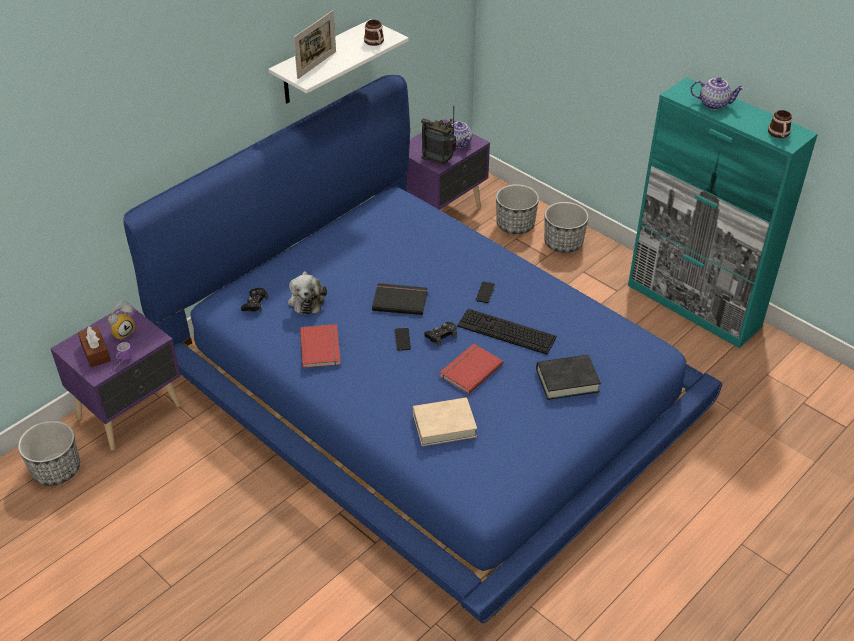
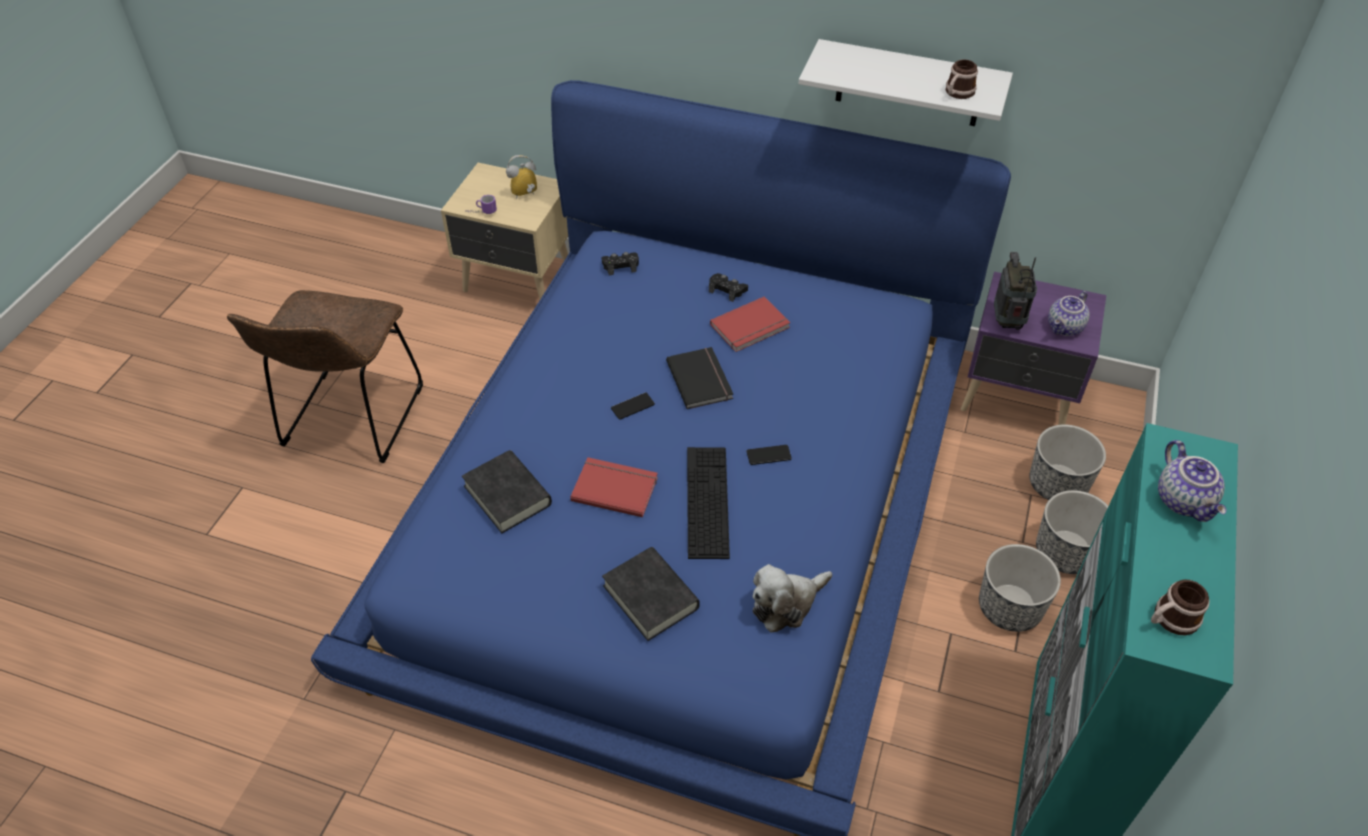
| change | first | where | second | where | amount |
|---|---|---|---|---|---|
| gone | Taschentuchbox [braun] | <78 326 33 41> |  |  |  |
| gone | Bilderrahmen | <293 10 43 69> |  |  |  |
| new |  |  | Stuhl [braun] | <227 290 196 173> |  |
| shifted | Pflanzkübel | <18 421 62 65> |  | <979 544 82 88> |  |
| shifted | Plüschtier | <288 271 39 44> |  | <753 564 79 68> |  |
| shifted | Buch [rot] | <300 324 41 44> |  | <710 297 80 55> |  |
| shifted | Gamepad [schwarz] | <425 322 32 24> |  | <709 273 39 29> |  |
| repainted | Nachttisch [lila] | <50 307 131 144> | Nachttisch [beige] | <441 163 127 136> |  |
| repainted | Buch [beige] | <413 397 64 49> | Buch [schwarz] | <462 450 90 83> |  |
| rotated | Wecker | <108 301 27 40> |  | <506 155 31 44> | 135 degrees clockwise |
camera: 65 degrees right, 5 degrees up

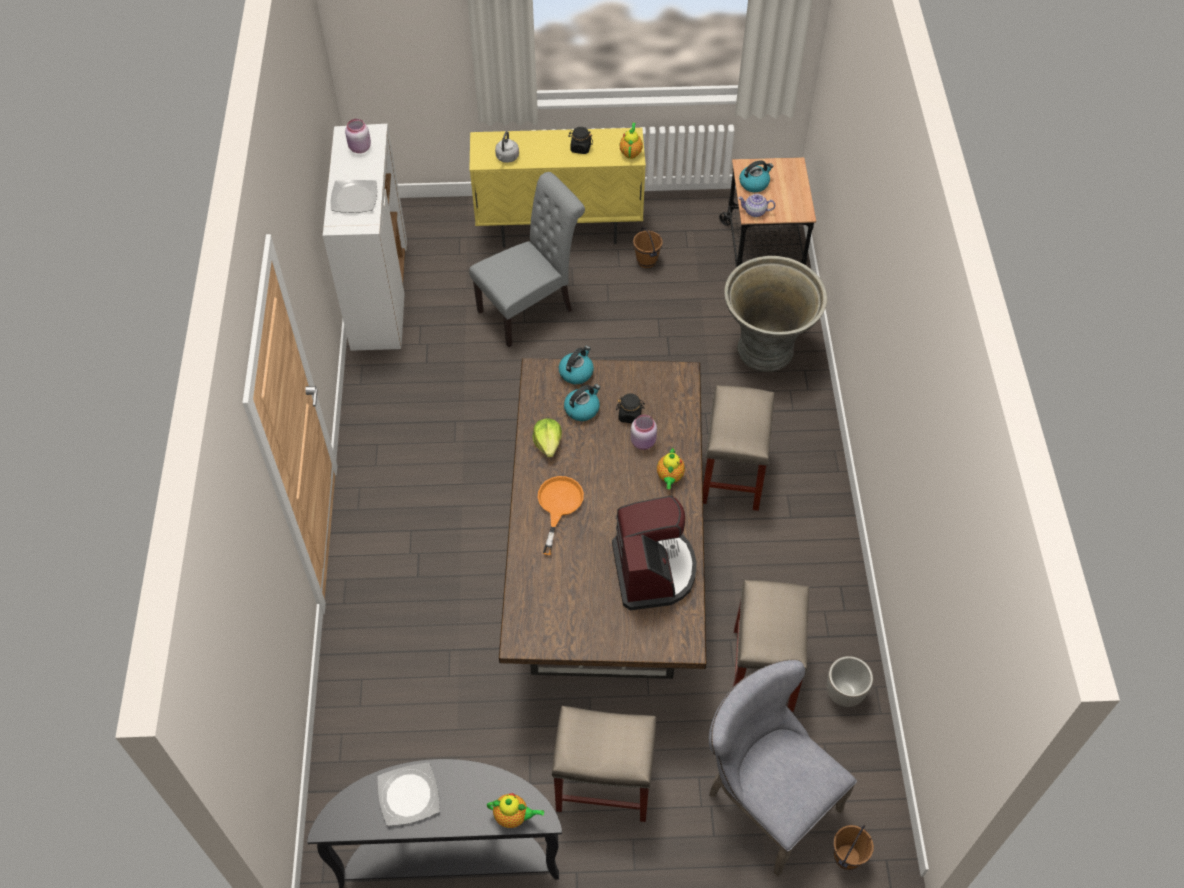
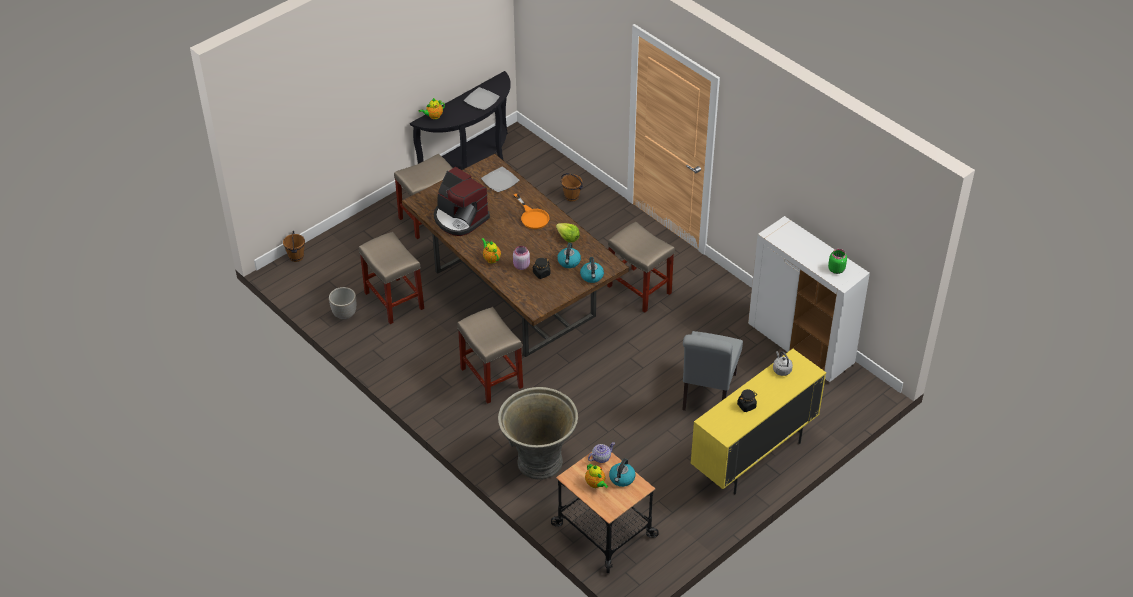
| change | first | where | second | where | amount |
|---|---|---|---|---|---|
| gone | Stuhl [grau] | <709 659 148 218> |  |  |  |
| new |  |  | Hocker [beige] | <607 221 68 92> |  |
| shifted | Teller | <331 180 46 33> |  | <481 167 38 25> |  |
| shifted | Teekanne | <620 123 23 36> |  | <585 464 23 24> |  |
| shifted | Eimer [braun] | <633 227 30 41> |  | <560 173 23 28> |  |
| repainted | Vorratsglas [rosa] | <345 119 26 34> | Vorratsglas [grün] | <828 249 19 25> |  |
camera: 140 degrees right, 10 degrees down

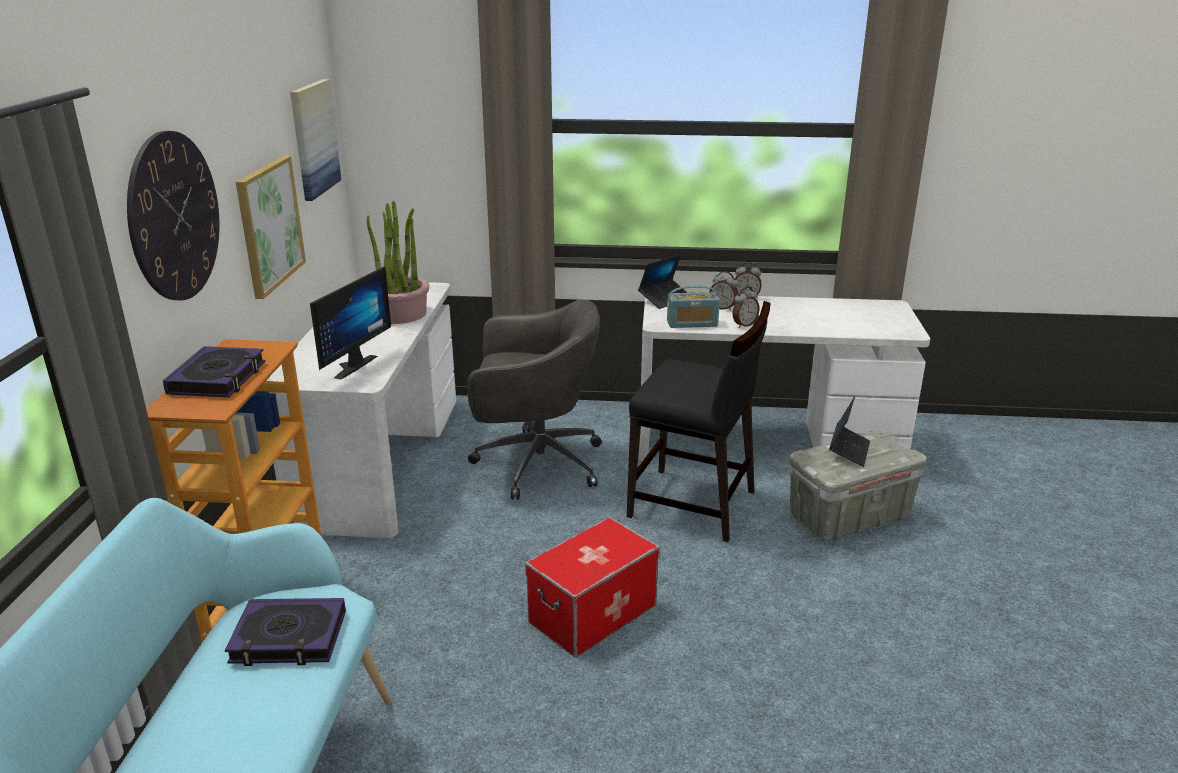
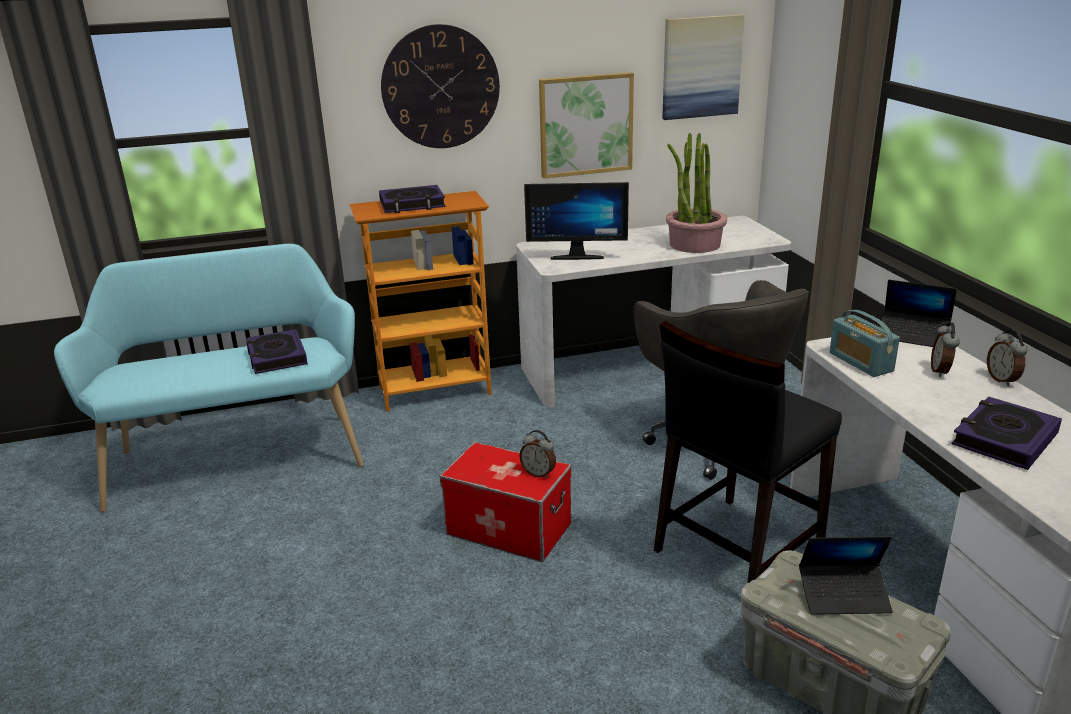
| change | first | where | second | where | amount |
|---|---|---|---|---|---|
| new |  |  | Buch | <951 397 111 73> |  |
| shifted | Wecker | <732 287 28 41> |  | <519 430 37 48> |  |
| rotated | Stuhl [schwarz] | <627 301 144 241> |  | <654 321 188 262> | 45 degrees clockwise |
camera: 70 degrees right, 0 degrees up

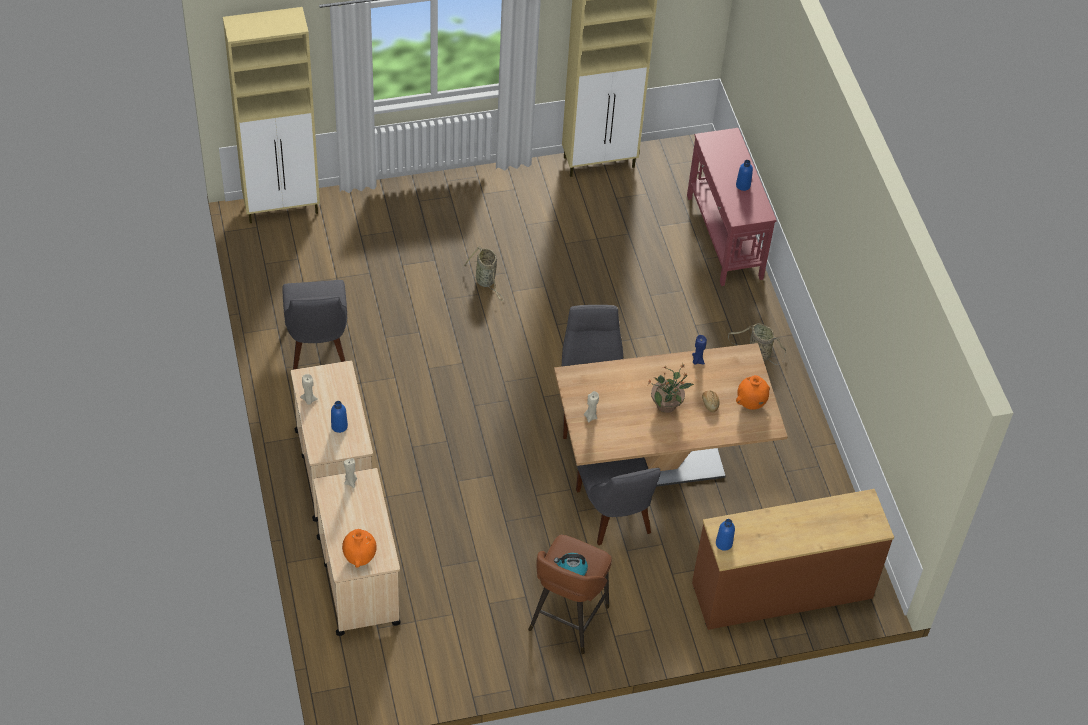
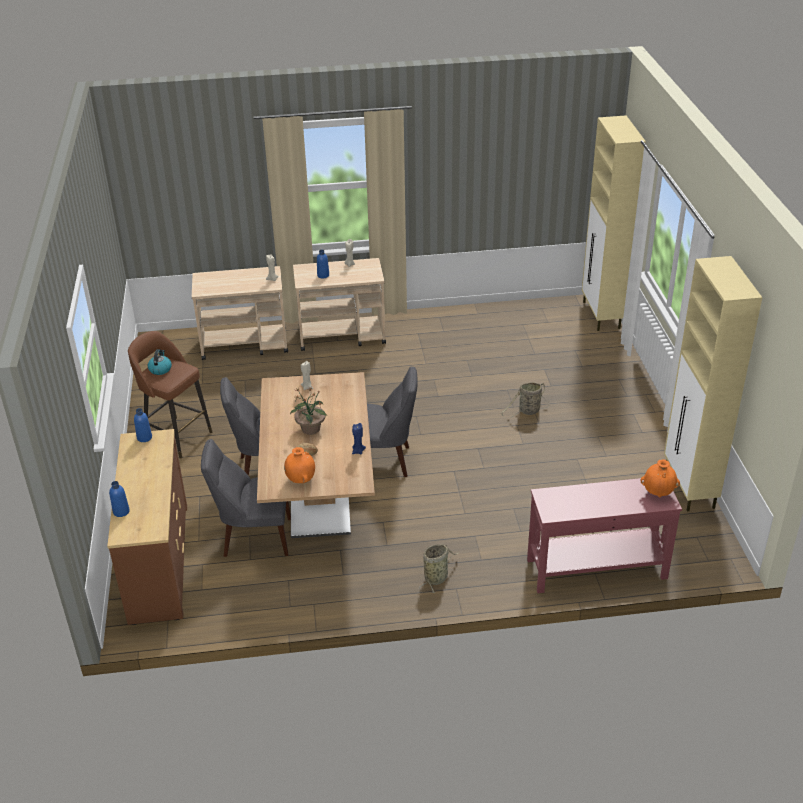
| change | first | where | second | where | amount |
|---|---|---|---|---|---|
| shifted | Stuhl [grau] | <282 280 65 90> |  | <201 439 90 118> |  |
| shifted | Vase [orange] | <342 529 35 39> |  | <641 459 39 38> |  |
| shifted | Flasche [blau] | <736 160 17 31> |  | <109 481 21 36> |  |
camera: 100 degrees right, 15 degrees down

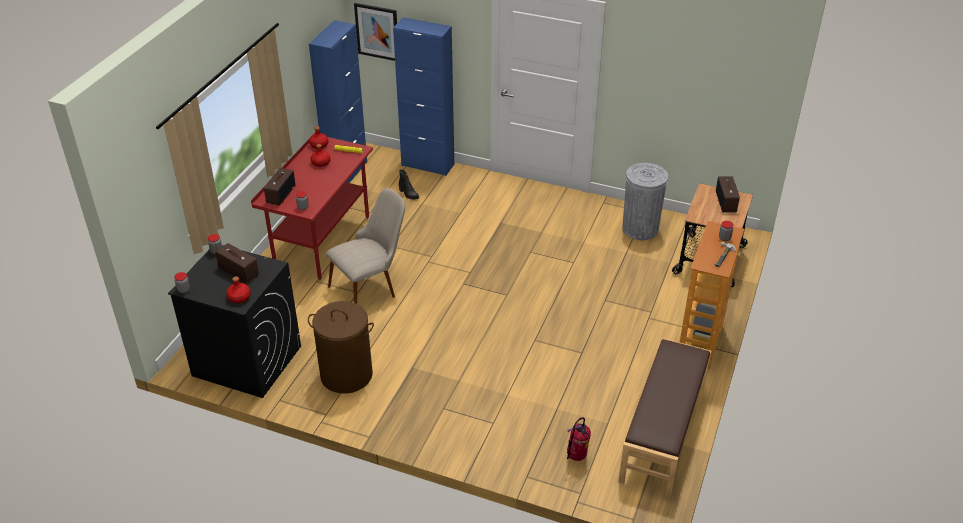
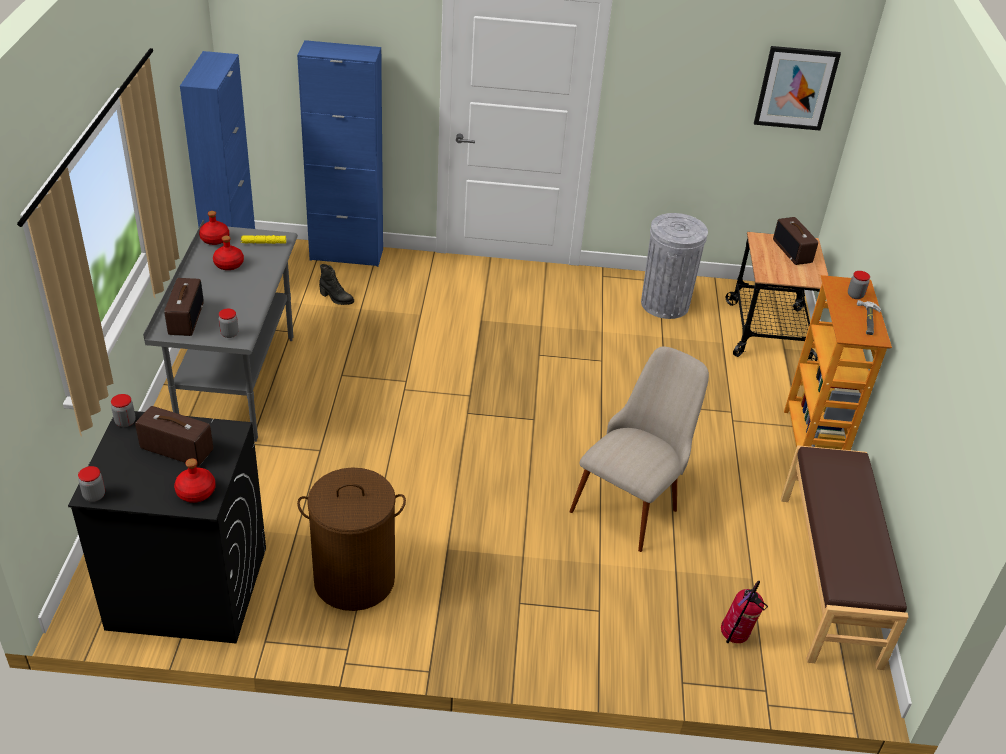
| change | first | where | second | where | amount |
|---|---|---|---|---|---|
| shifted | Stuhl [beige] | <326 188 79 116> |  | <569 346 140 206> |  |
| shifted | Bild | <354 3 43 58> |  | <754 46 87 85> |  |
| repainted | Schreibtisch [rot] | <251 132 122 149> | Schreibtisch [grau] | <143 219 155 223> |  |
camera: 20 degrees left, 0 degrees up

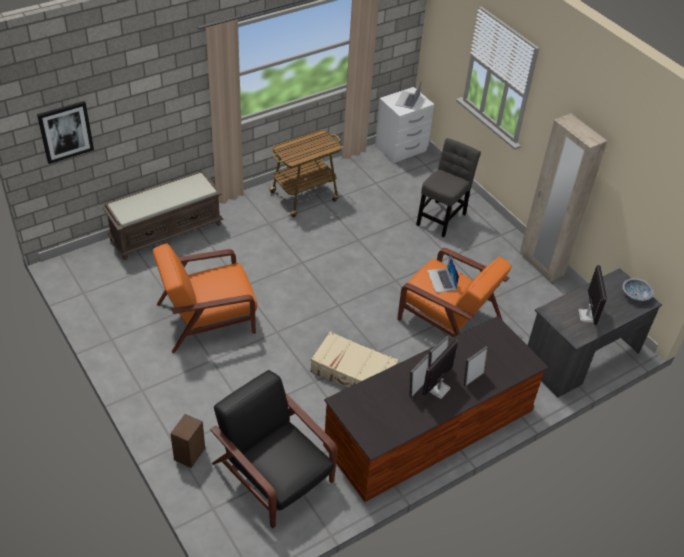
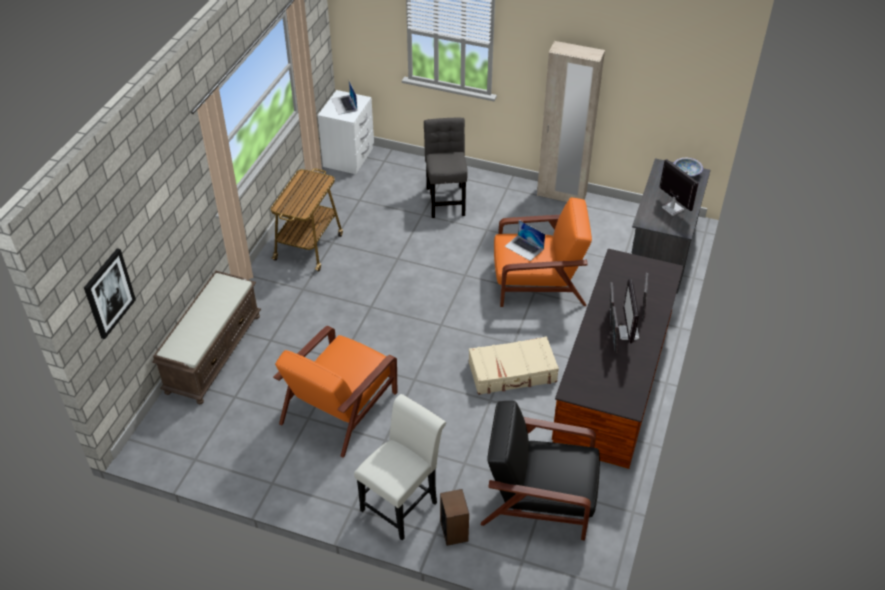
| change | first | where | second | where | amount |
|---|---|---|---|---|---|
| new |  |  | Stuhl [weiß] | <354 394 92 146> |  |
camera: 35 degrees left, 0 degrees up

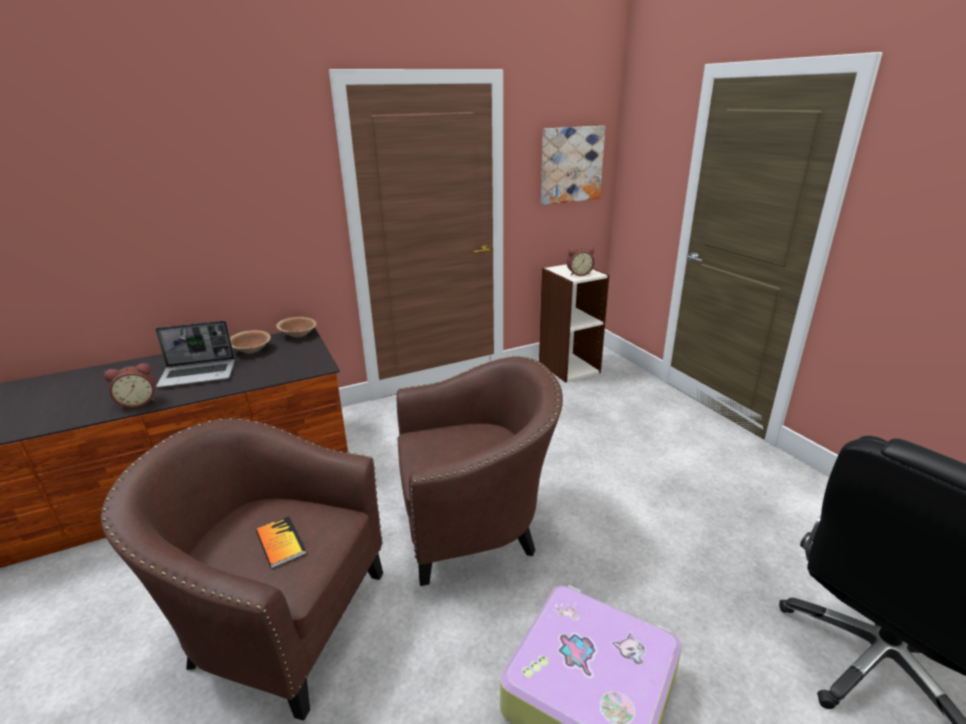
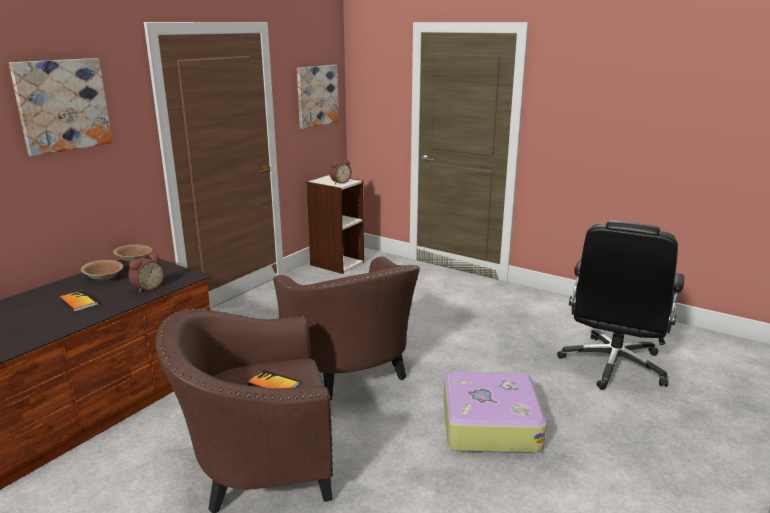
| change | first | where | second | where | amount |
|---|---|---|---|---|---|
| new |  |  | Bild | <9 58 104 99> |  |
| shifted | Wecker | <104 363 52 45> |  | <128 252 36 41> |  |
| swapped | Laptop | <155 321 80 67> | Buch | <59 290 39 22> |  |
| rotated | Sessel [braun] | <396 356 167 230> |  | <273 256 147 144> | 105 degrees clockwise |
camera: 30 degrees left, 5 degrees down

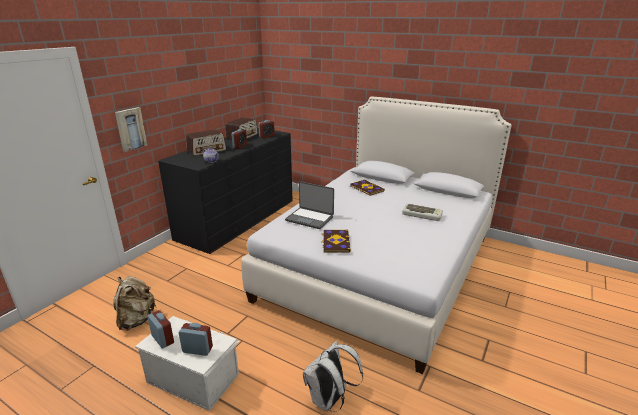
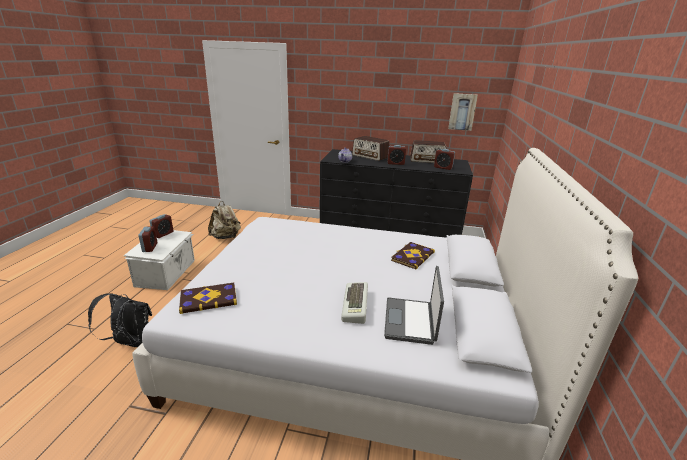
| change | first | where | second | where | amount |
|---|---|---|---|---|---|
| shifted | Bild | <115 107 32 45> |  | <448 93 30 38> |  |
| shifted | Laptop | <285 181 49 48> |  | <384 266 60 79> |  |
| shifted | Buch | <321 230 30 23> |  | <179 283 58 31> |  |
| repainted | Rucksack [weiß] | <303 341 60 71> | Rucksack [schwarz] | <88 293 64 54> |  |
camera: 70 degrees right, 0 degrees up

